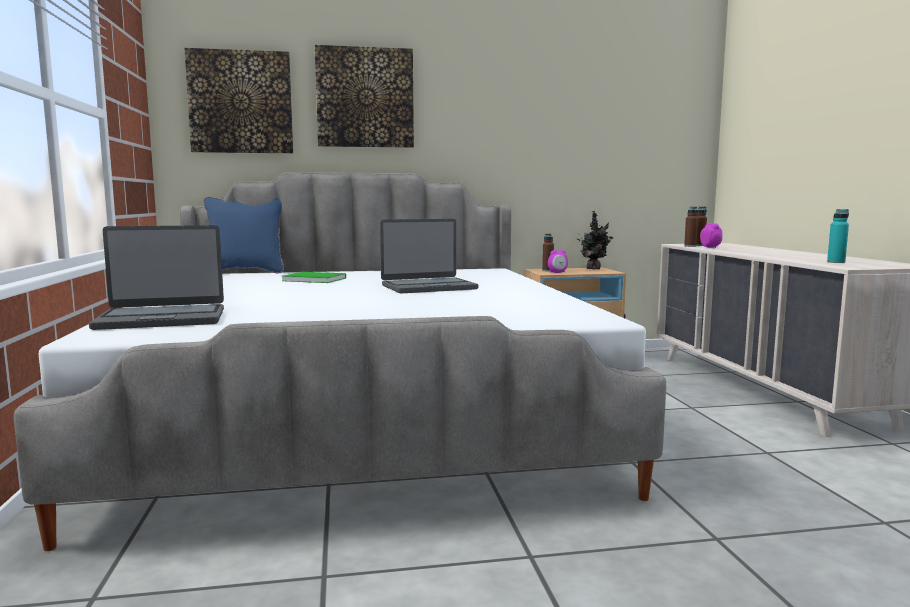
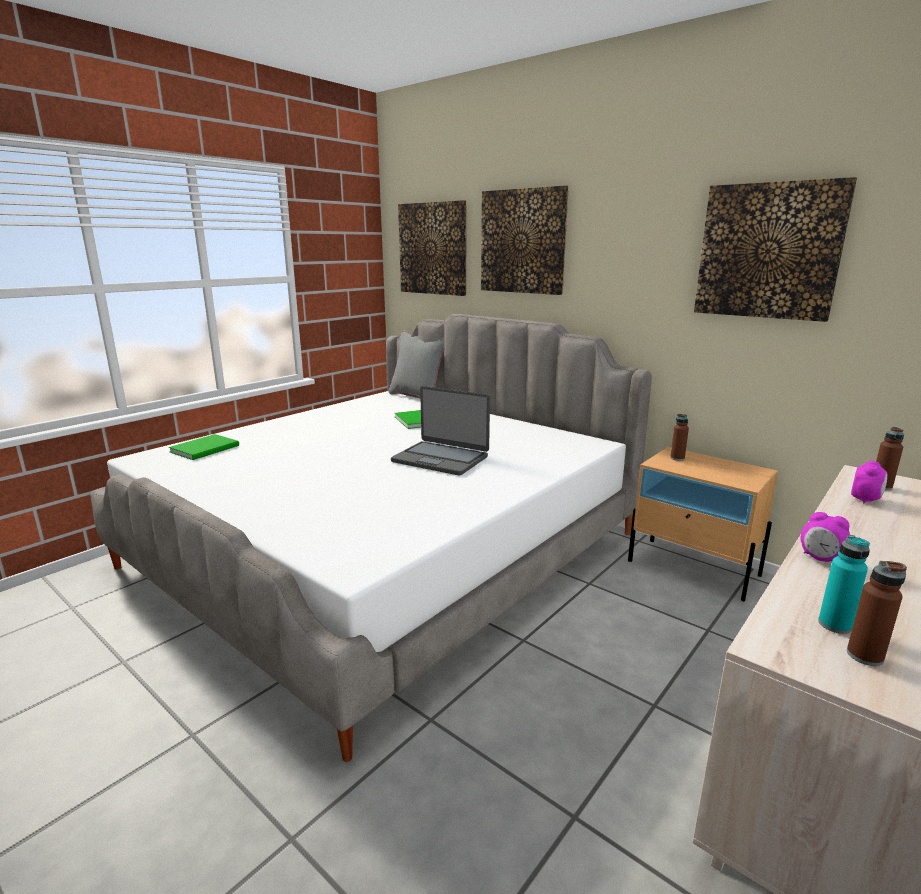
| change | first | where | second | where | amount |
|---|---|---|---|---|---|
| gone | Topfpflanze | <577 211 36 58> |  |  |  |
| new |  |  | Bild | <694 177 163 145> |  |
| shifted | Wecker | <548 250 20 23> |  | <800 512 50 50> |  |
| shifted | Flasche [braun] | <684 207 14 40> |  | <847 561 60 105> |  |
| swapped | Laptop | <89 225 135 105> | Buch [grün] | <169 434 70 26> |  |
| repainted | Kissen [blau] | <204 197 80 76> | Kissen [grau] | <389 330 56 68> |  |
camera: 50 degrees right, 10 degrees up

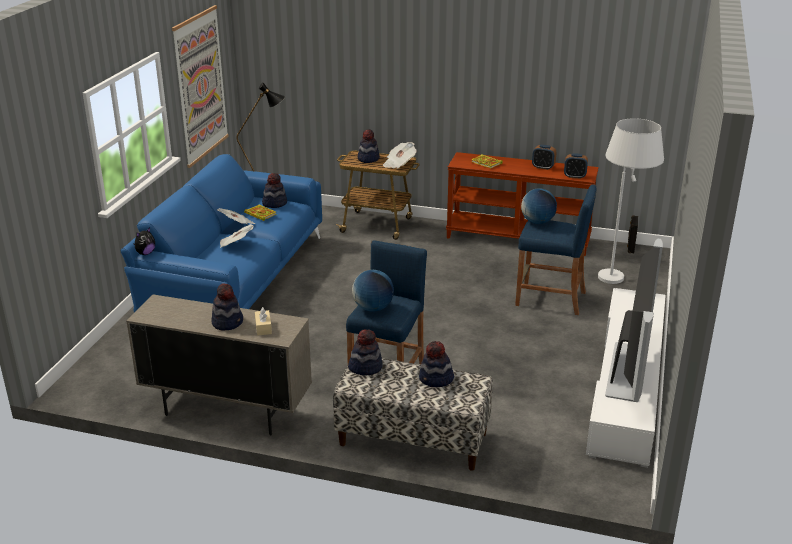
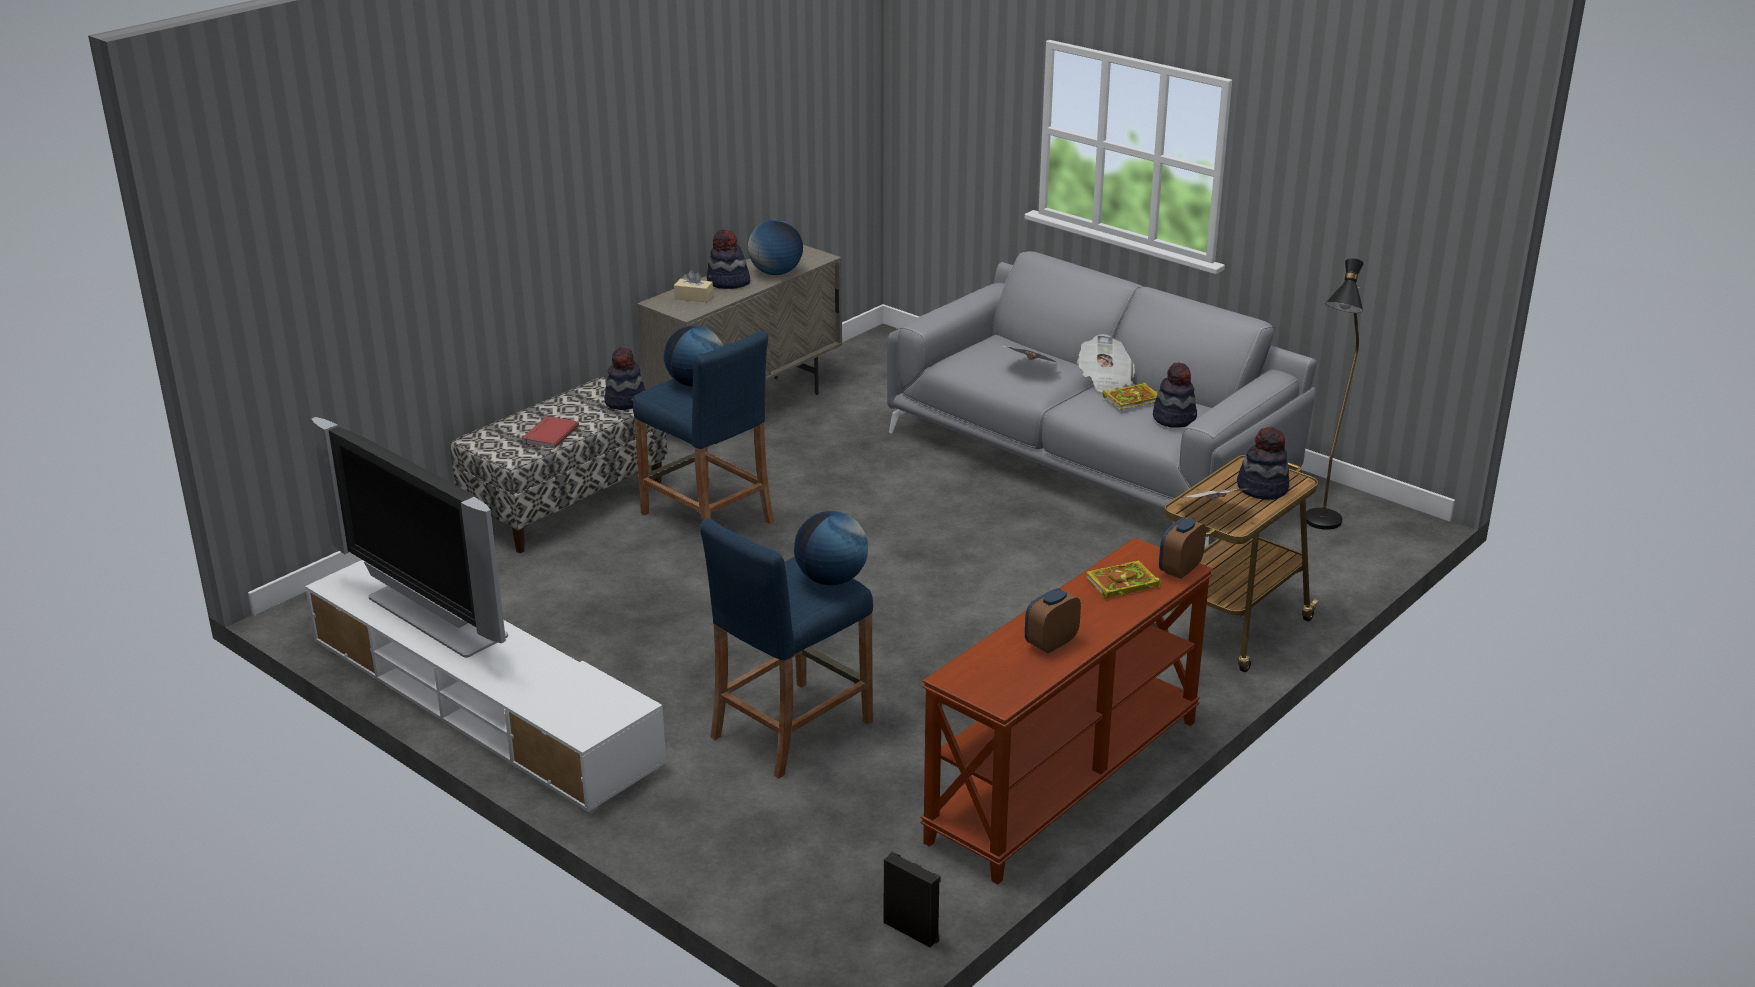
| change | first | where | second | where | amount |
|---|---|---|---|---|---|
| gone | Plüschtier | <133 228 22 27> |  |  |  |
| gone | Bild | <172 5 57 163> |  |  |  |
| gone | Stehlampe [weiß] | <598 118 66 166> |  |  |  |
| new |  |  | Globus | <748 219 55 56> |  |
| shifted | Wecker | <564 153 24 26> |  | <1159 517 47 62> |  |
| swapped | Hut | <419 341 35 46> | Buch [rot] | <521 416 58 33> |  |
| repainted | Sofa [blau] | <121 154 201 158> | Sofa [grau] | <887 251 430 297> |  |
camera: 115 degrees right, 0 degrees up

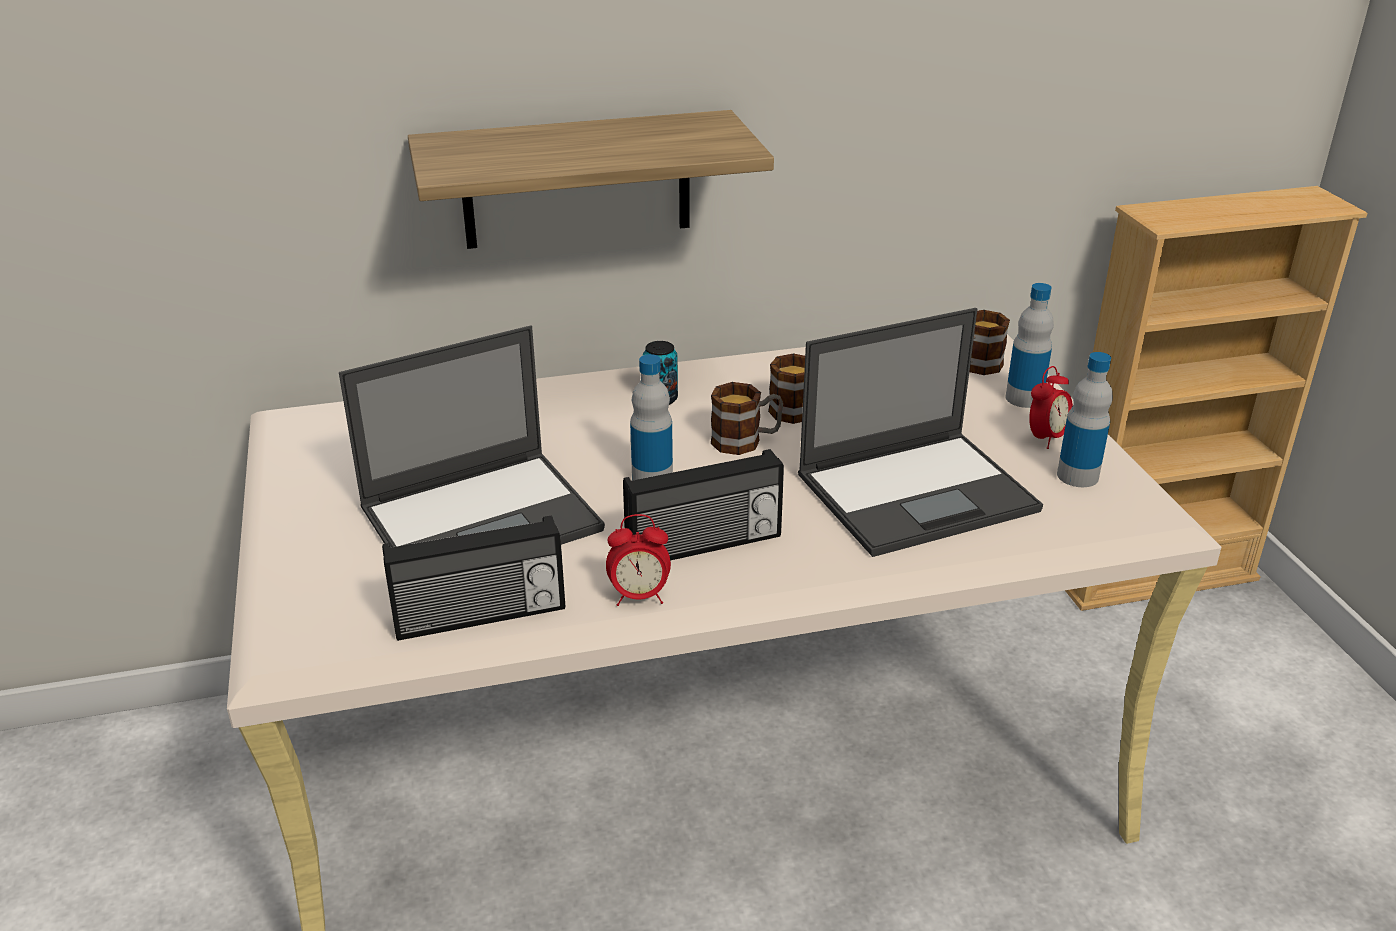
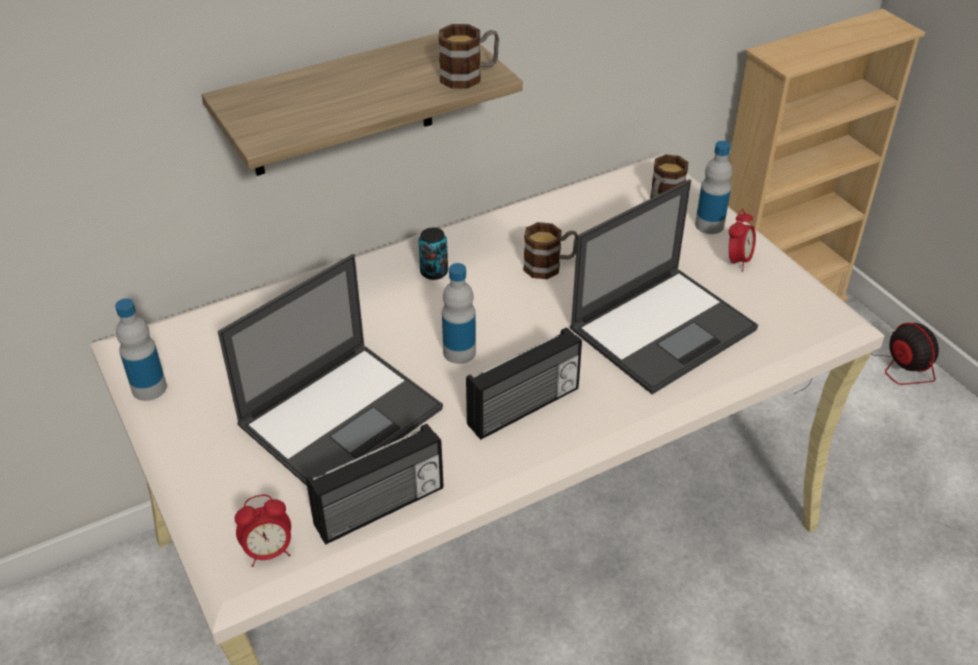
| change | first | where | second | where | amount |
|---|---|---|---|---|---|
| new |  |  | Ventilator | <794 323 145 71> |  |
| shifted | Wecker | <606 514 65 92> |  | <235 495 56 72> |  |
| shifted | Henkelbecher | <711 382 72 73> |  | <439 24 60 65> |  |
| shifted | Flasche | <1057 352 56 135> |  | <115 298 52 103> |  |
camera: 15 degrees left, 10 degrees up

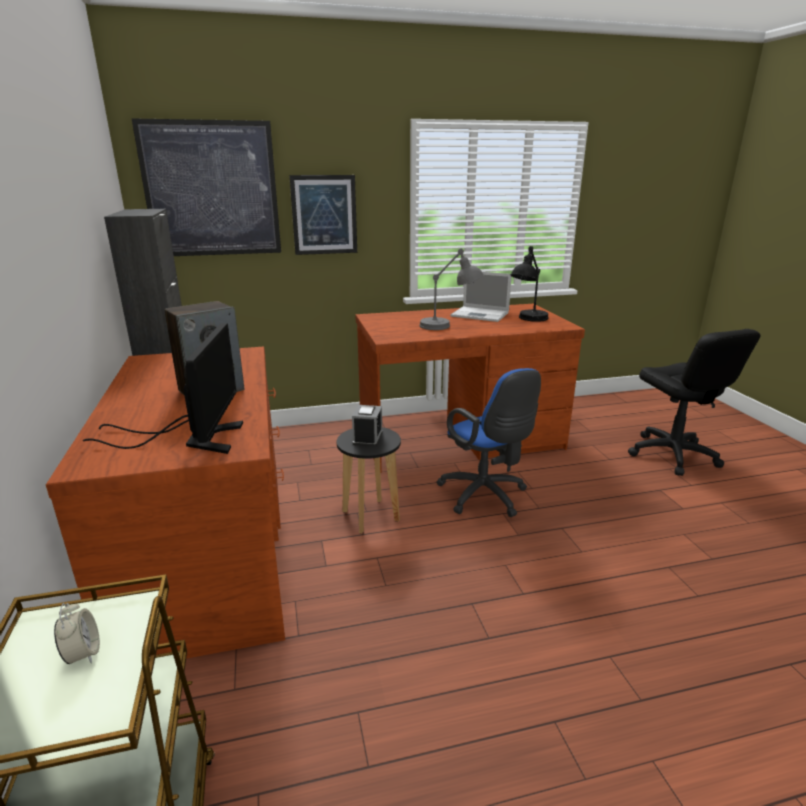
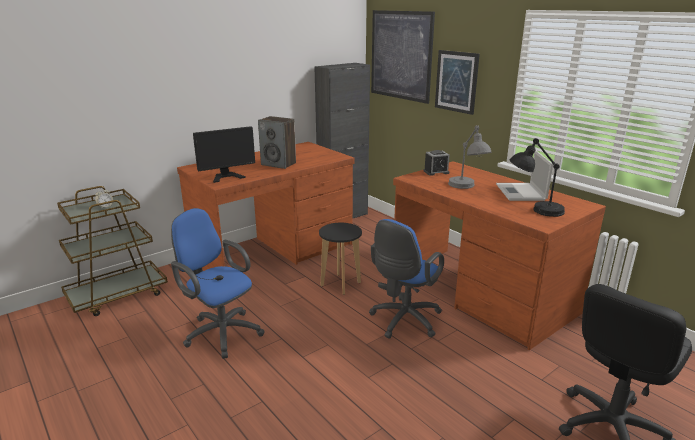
| change | first | where | second | where | amount |
|---|---|---|---|---|---|
| new |  |  | Bürostuhl [blau] | <171 208 94 151> |  |
| shifted | Wecker | <352 405 31 42> |  | <424 150 25 26> |  |
camera: 65 degrees right, 0 degrees up

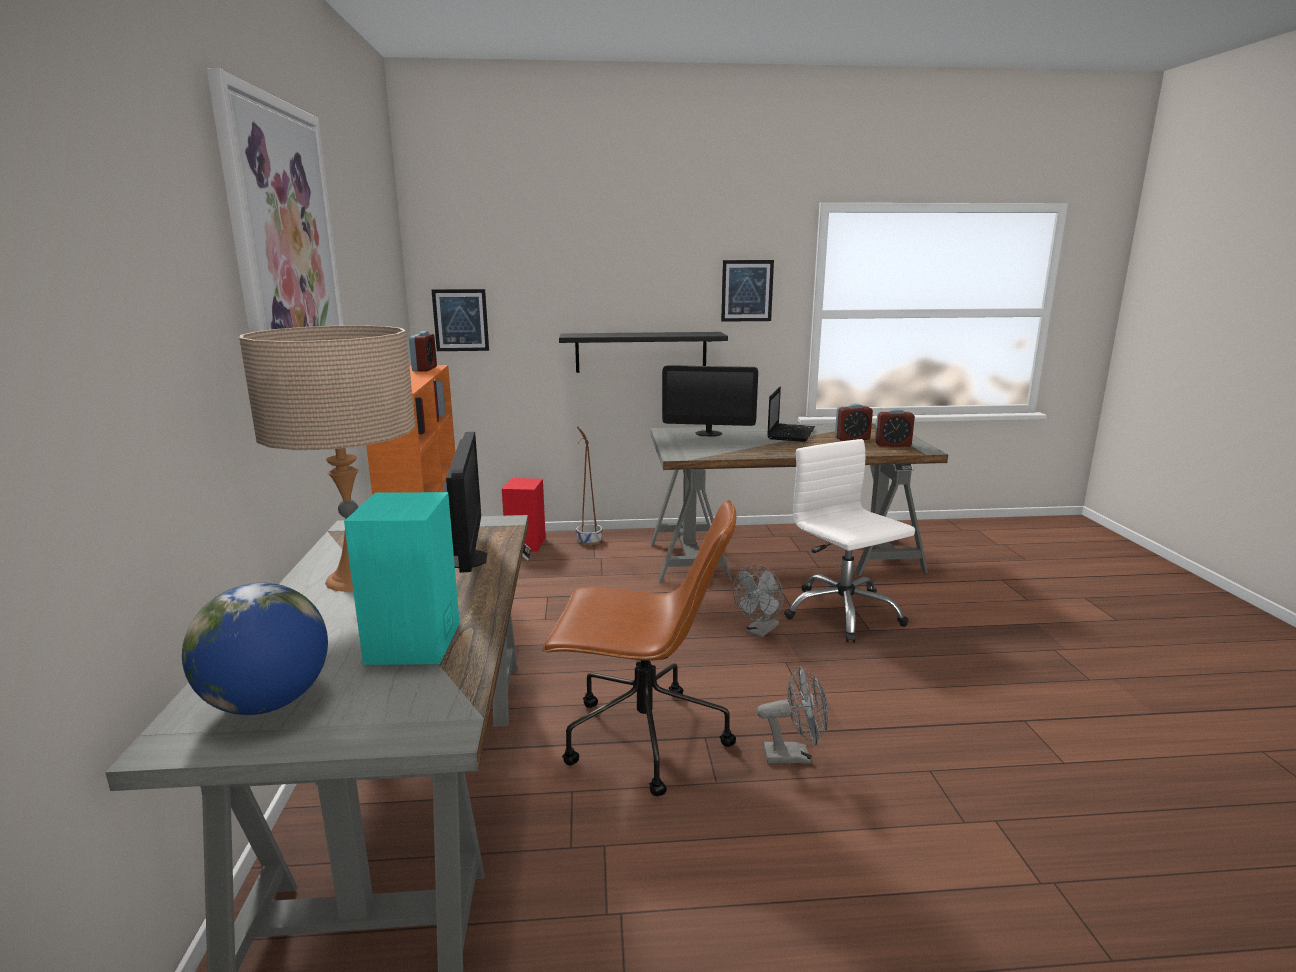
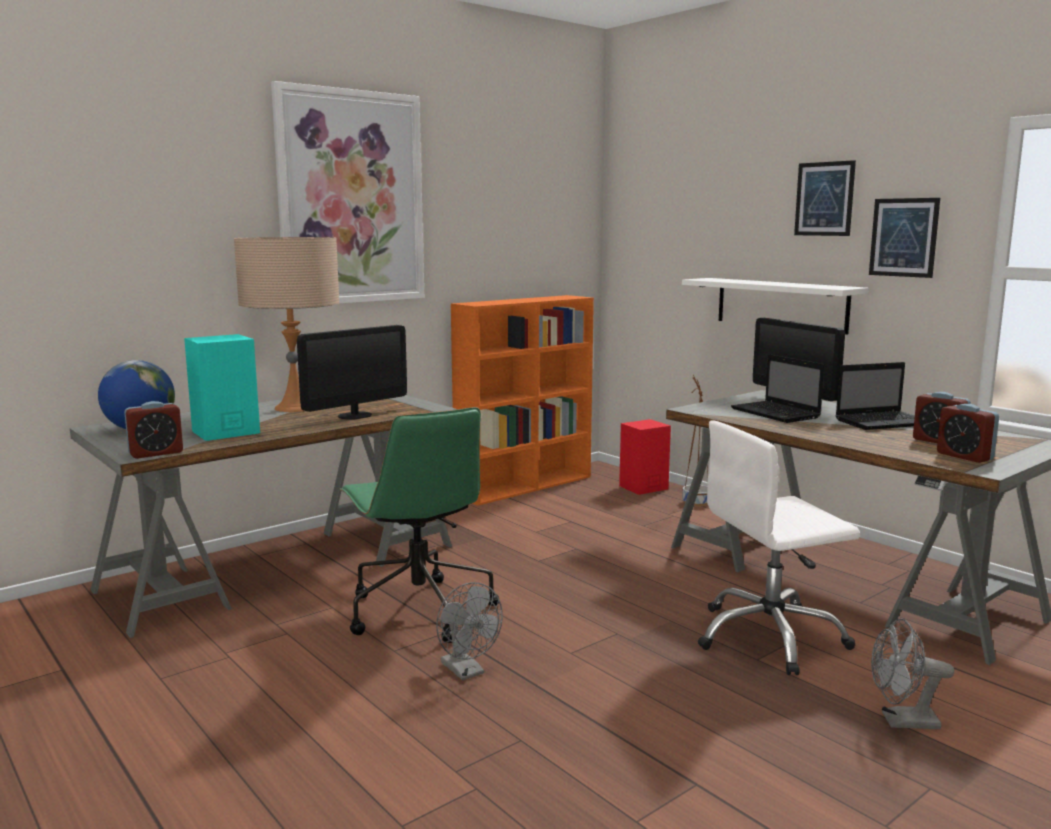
| change | first | where | second | where | amount |
|---|---|---|---|---|---|
| new |  |  | Laptop | <731 354 93 69> |  |
| shifted | Wecker | <409 331 28 41> |  | <124 401 59 58> |  |
| shifted | Bild | <432 289 57 62> |  | <794 160 62 76> |  |
| shifted | Ventilator [grau] | <733 565 51 72> |  | <871 619 83 110> |  |
| repainted | Bürostuhl [braun] | <542 499 194 297> | Bürostuhl [grün] | <340 407 159 236> |  |
| repainted | Wandregal [schwarz] | <559 332 169 41> | Wandregal [weiß] | <682 278 187 57> |  |
| rotated | Bürostuhl [weiß] | <784 439 131 203> |  | <698 420 162 255> | 135 degrees counterclockwise |
camera: 55 degrees right, 5 degrees down

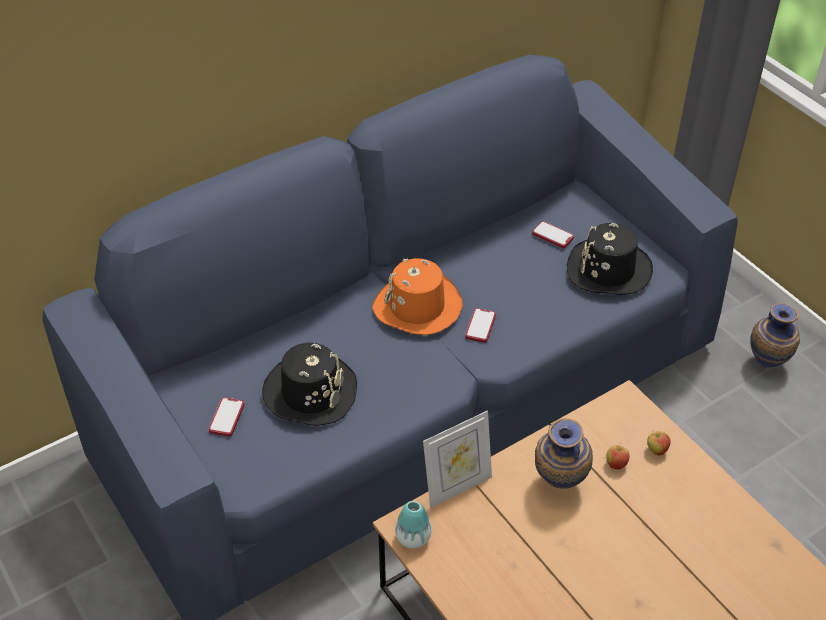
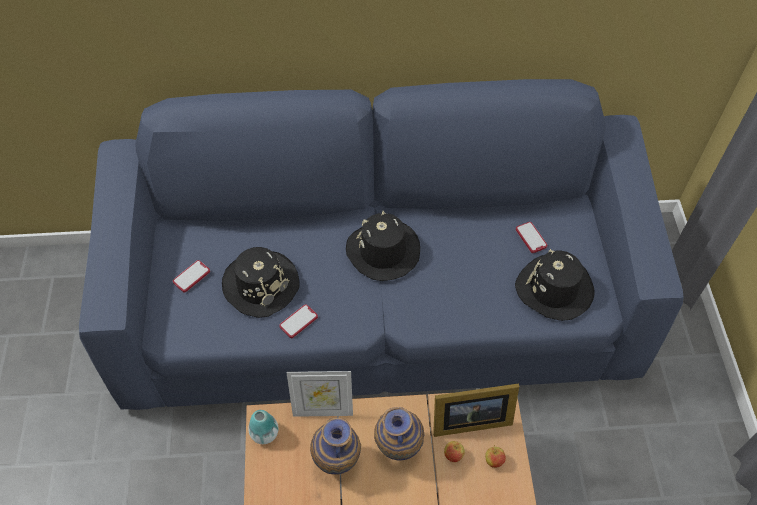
| change | first | where | second | where | amount |
|---|---|---|---|---|---|
| new |  |  | Bilderrahmen | <433 383 86 54> |  |
| shifted | Handy | <465 308 31 35> |  | <279 304 39 34> |  |
| shifted | Vase | <750 303 50 65> |  | <310 418 51 57> |  |
| repainted | Hut [orange] | <372 258 91 77> | Hut [schwarz] | <346 211 74 70> |  |
camera: 30 degrees right, 10 degrees up

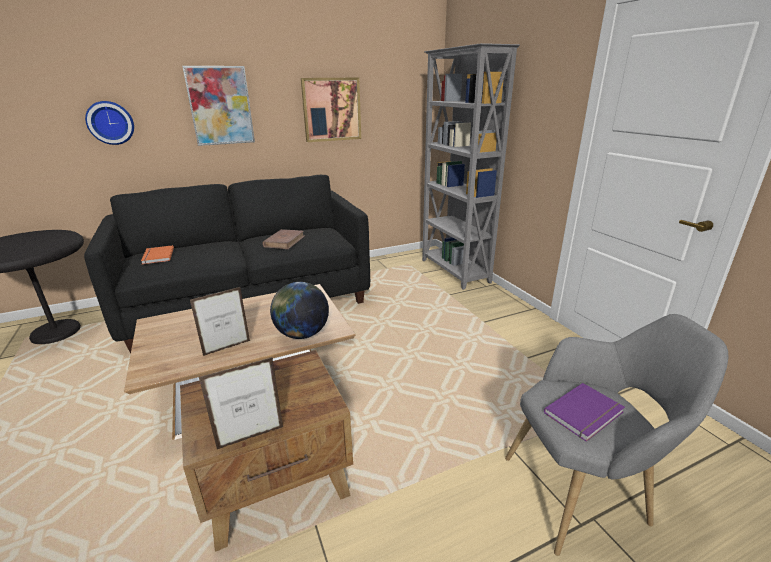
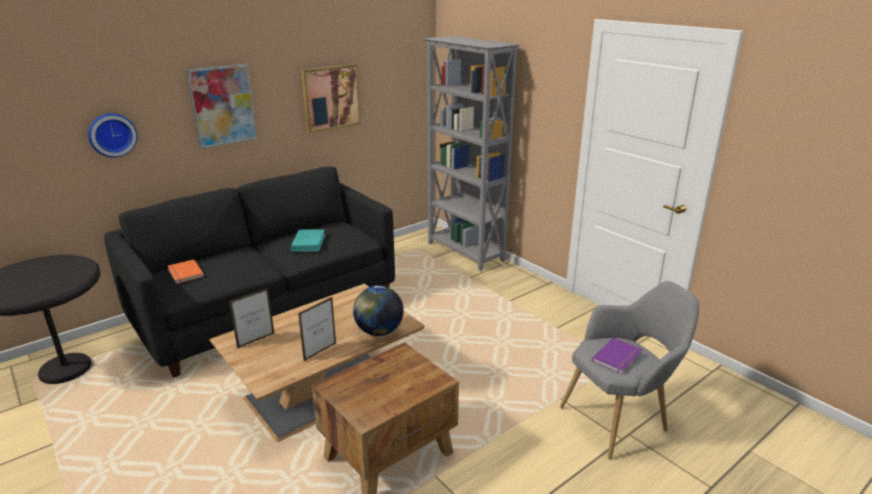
| change | first | where | second | where | amount |
|---|---|---|---|---|---|
| shifted | Bilderrahmen | <199 357 84 92> |  | <229 288 46 60> |  |
| repainted | Buch [braun] | <263 229 42 20> | Buch [türkis] | <290 229 36 22> |  |
camera: 15 degrees left, 0 degrees up

